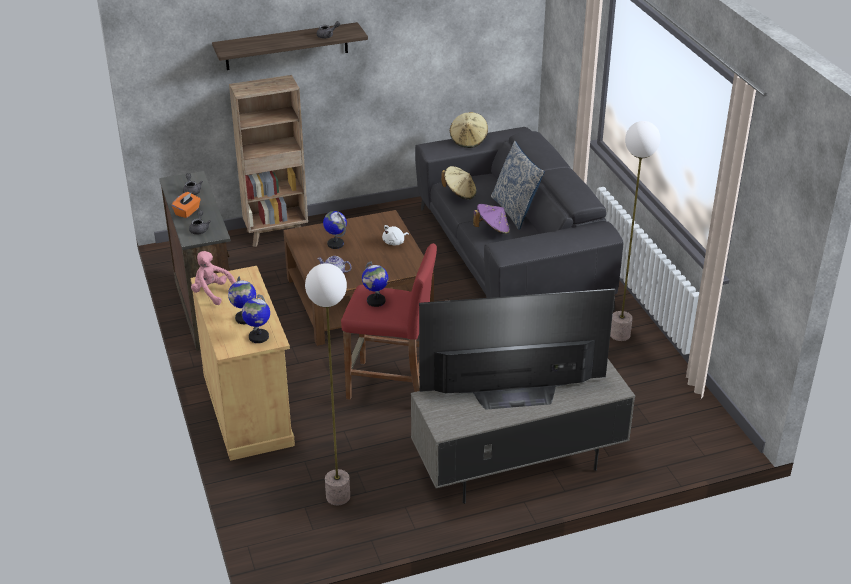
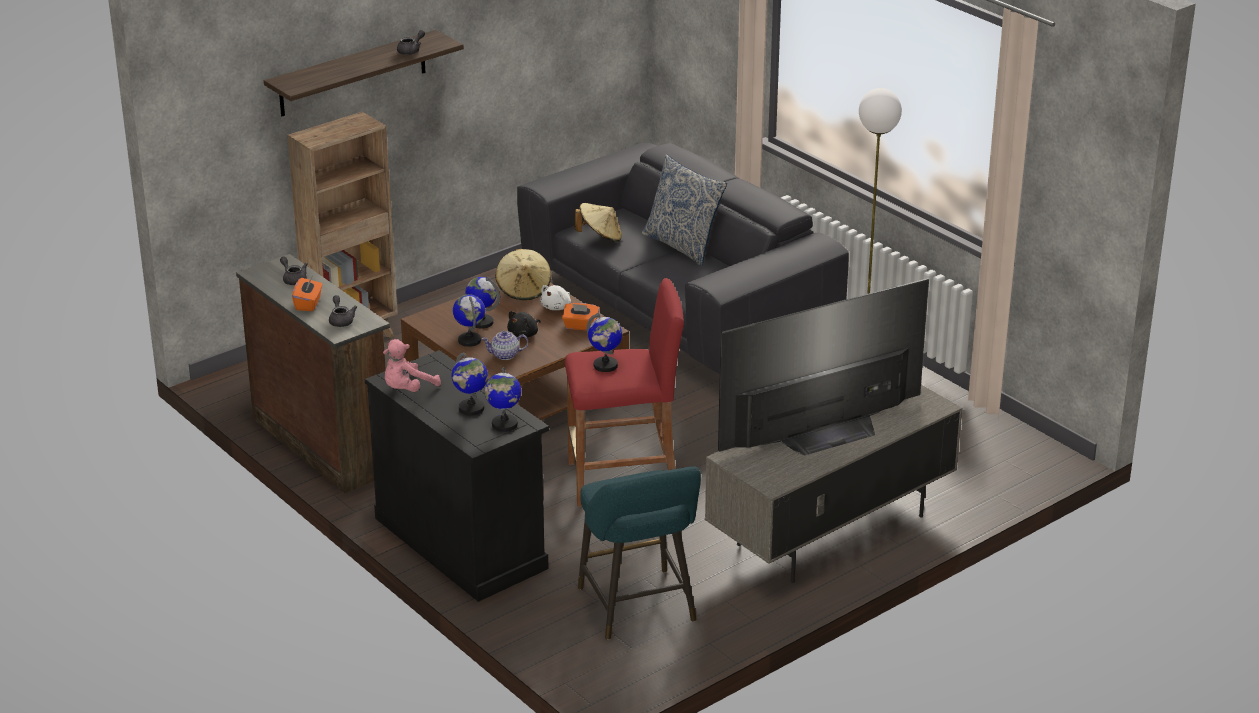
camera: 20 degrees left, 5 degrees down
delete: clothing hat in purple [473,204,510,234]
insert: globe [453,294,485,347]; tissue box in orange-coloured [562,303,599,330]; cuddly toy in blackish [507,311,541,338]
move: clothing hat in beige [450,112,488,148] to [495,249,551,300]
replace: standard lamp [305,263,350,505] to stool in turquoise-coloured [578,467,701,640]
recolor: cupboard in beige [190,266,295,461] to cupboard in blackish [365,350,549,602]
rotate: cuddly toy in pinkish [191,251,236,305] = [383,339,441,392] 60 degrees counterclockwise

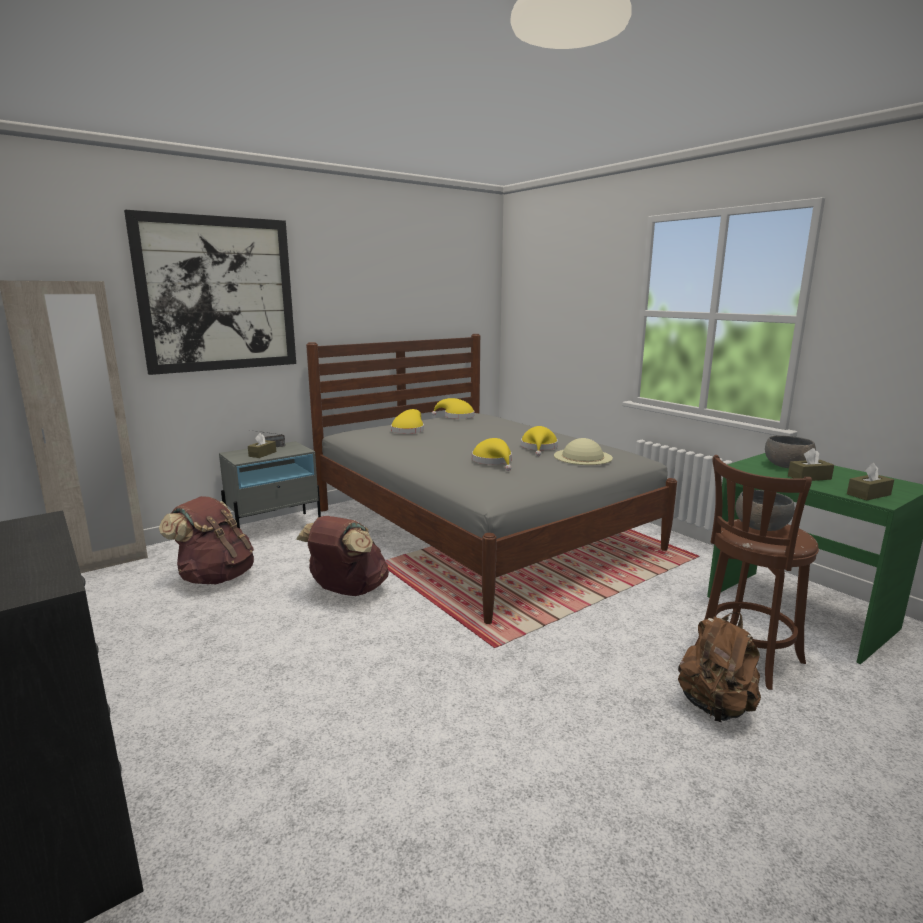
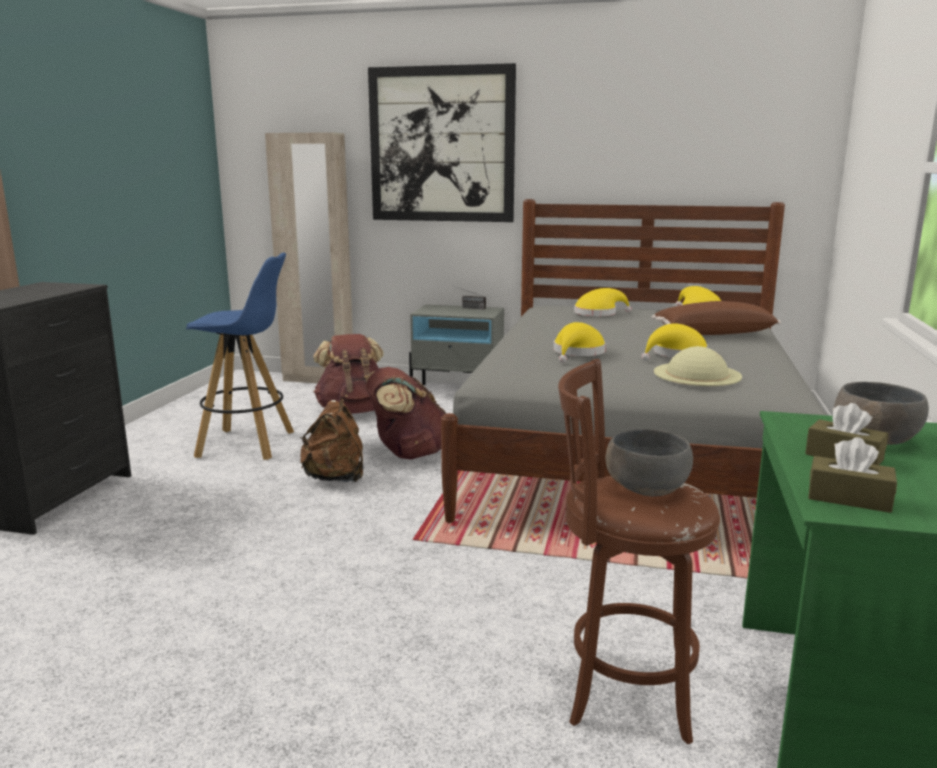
camera: 50 degrees right, 0 degrees up
delete: tissue box in brown-coloured [248,433,276,458]
insert: stool in blue-coloured [186,253,294,460]; pillow in brown-coloured [652,301,781,335]
move: knapsack in brown-coloured [678,612,761,722] to [300,398,364,482]

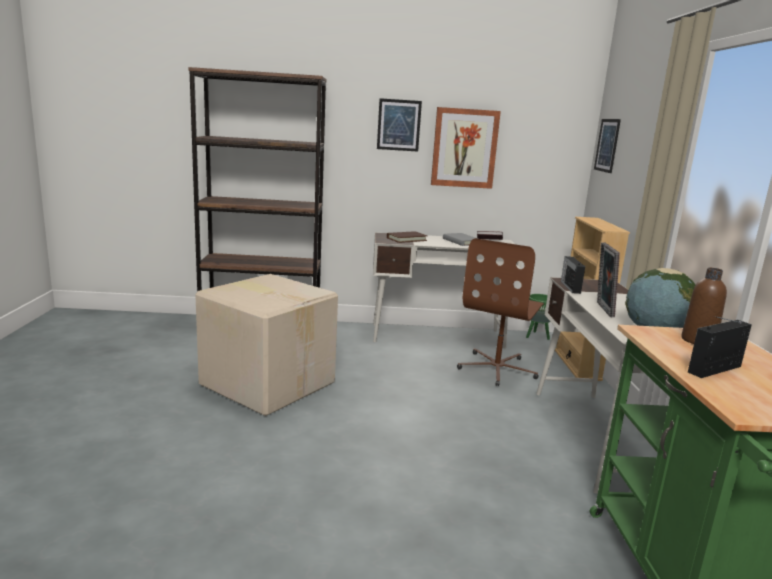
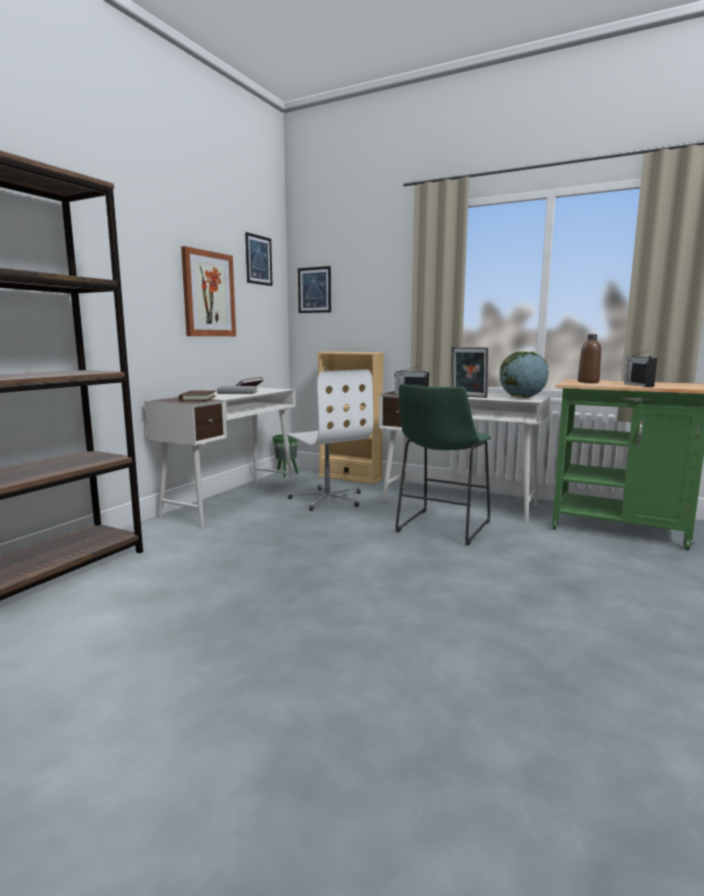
camera: 60 degrees left, 5 degrees down
delete: carton [195,274,338,416]
insert: stool in green-coloured [395,384,491,546]
move: wall picture [377,98,422,152] to [245,232,273,286]
recolor: desk chair in brown-coloured [457,238,544,386] to desk chair in white [285,369,373,511]

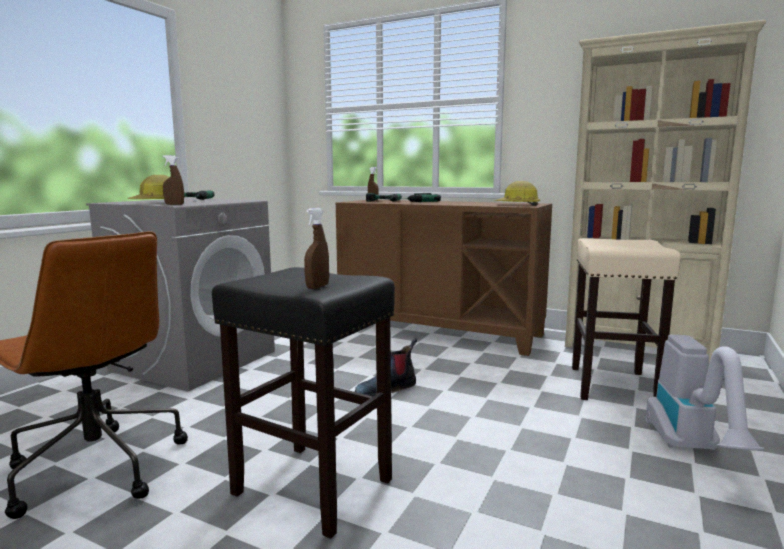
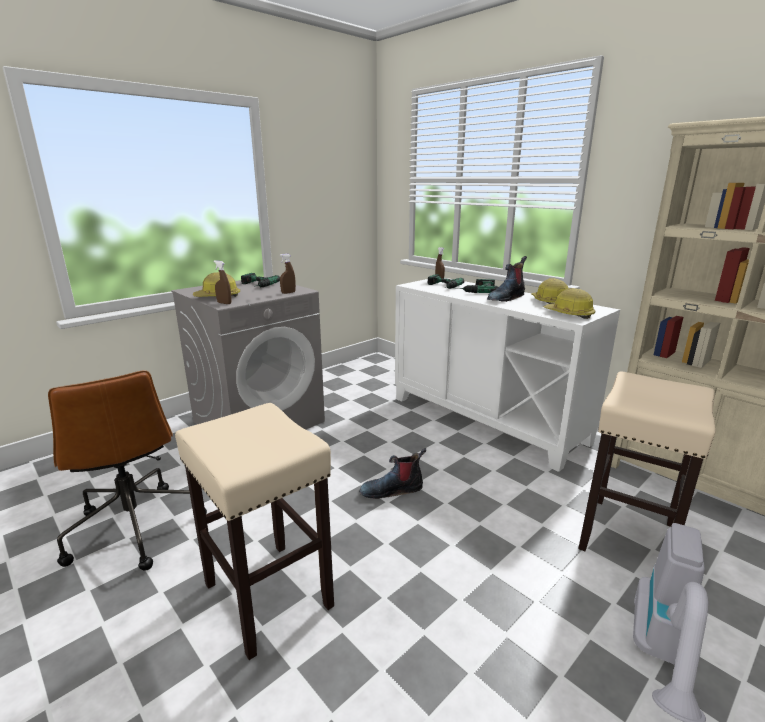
camera: 20 degrees right, 10 degrees up
insert: high-top boot [487,256,527,302]; safety helmet [532,278,569,304]
move: hand sprayer in brown-coloured [304,208,329,289] to [280,254,296,294]
recolor: cupboard in brown-coloured [336,200,552,356] to cupboard in white [395,278,620,472]; stool in blackish [212,267,395,539] to stool in beige [175,403,334,660]

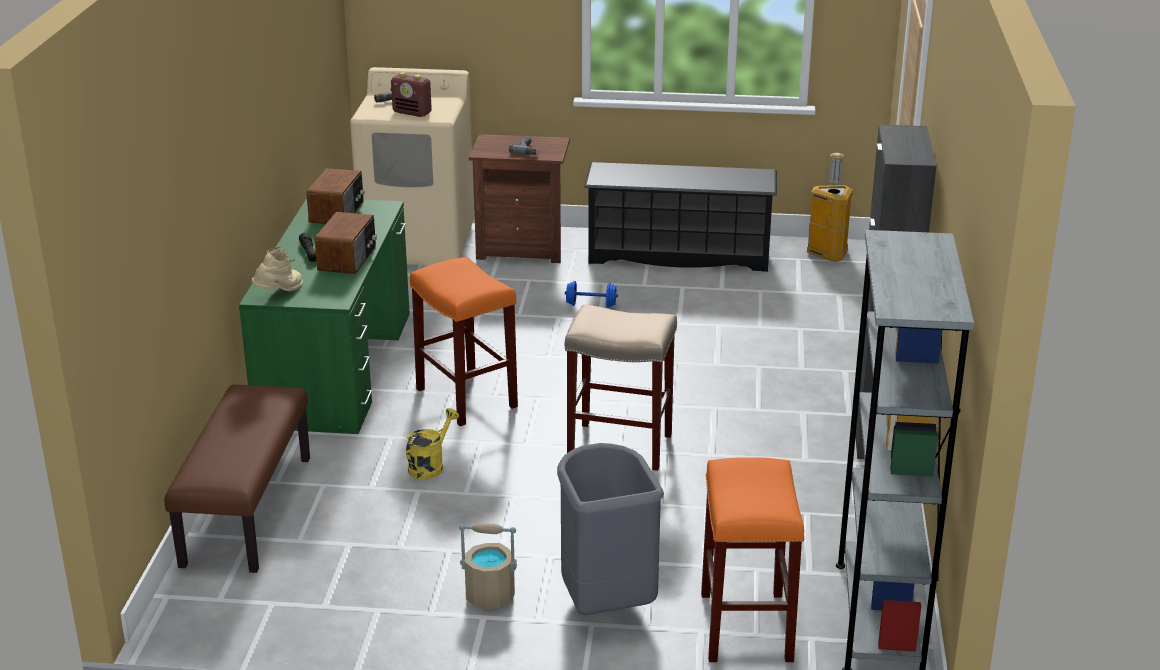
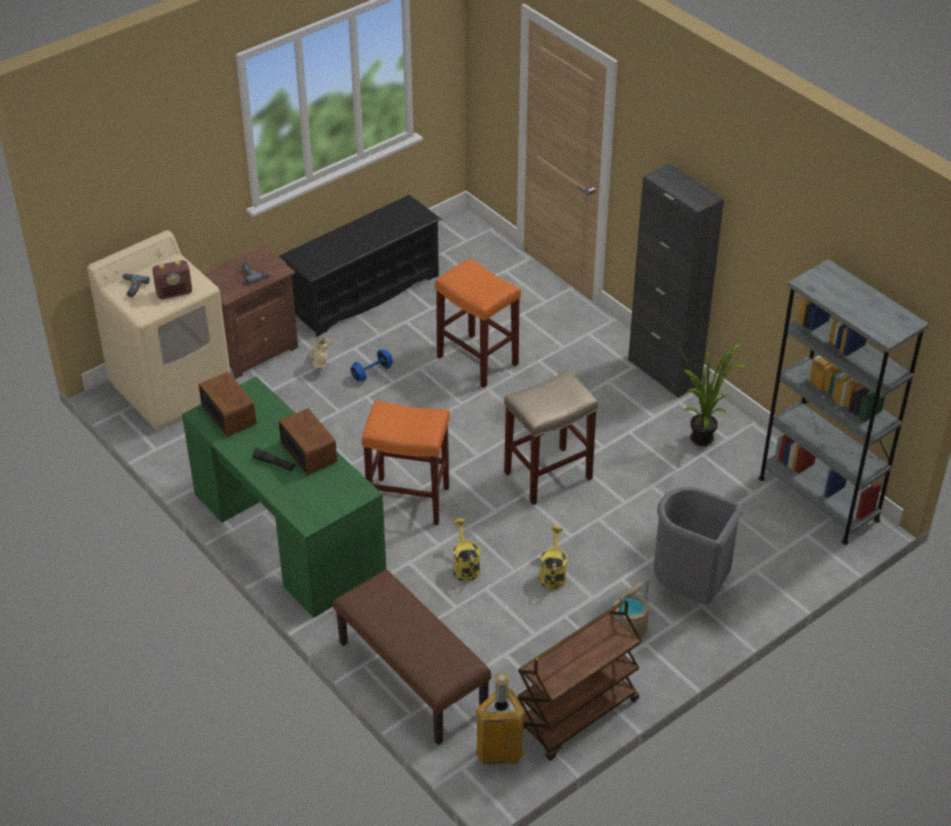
camera: 45 degrees left, 15 degrees up
insert: potted plant [675,343,747,446]; watering pot in yellow-coloured [539,526,568,590]; trolley in brown-coloured [517,600,642,761]
move: waste bin [807,153,853,262] to [476,672,525,765]; high-top boot in beige [251,247,303,291] to [309,336,333,368]; stool in orange-coloured [701,457,805,662] to [435,258,521,388]

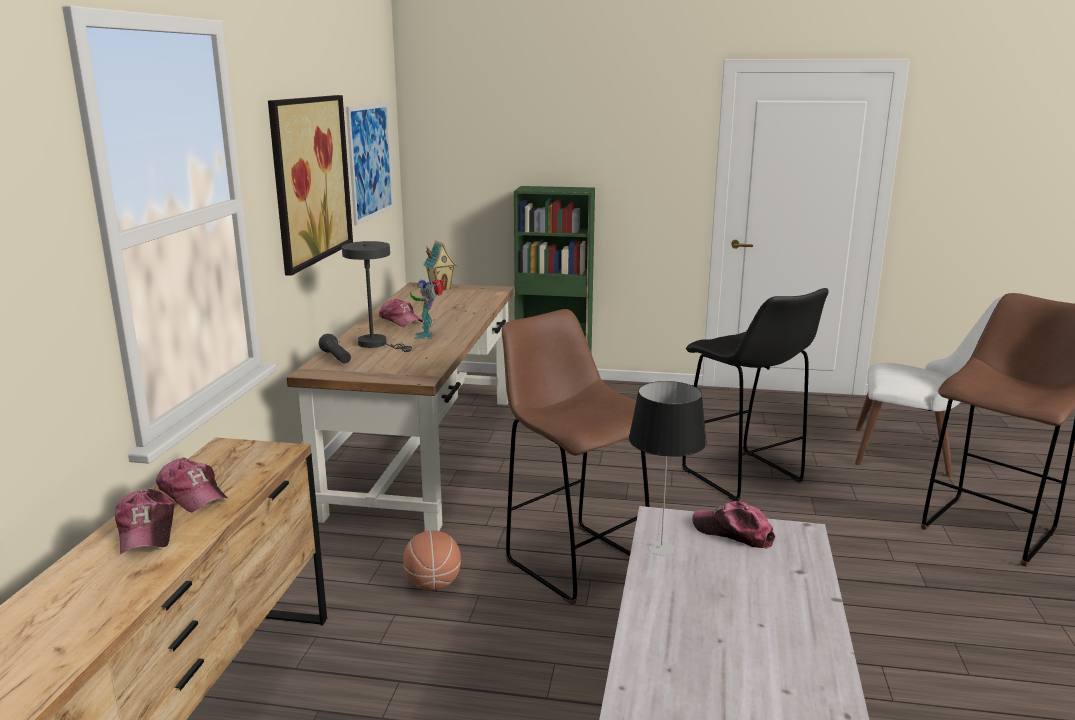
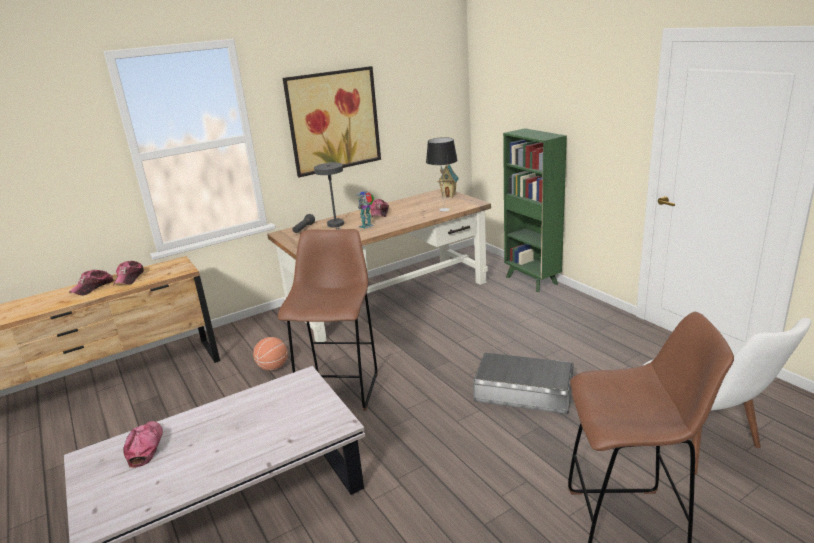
camera: 50 degrees right, 5 degrees up
delete: wall picture [346,102,393,225]
move: table lamp [629,381,707,555] to [426,137,458,212]; peaked cap [693,501,775,549] to [123,421,163,468]
replace: stool in blackish [682,288,828,501] to storage container in grey [473,353,574,414]

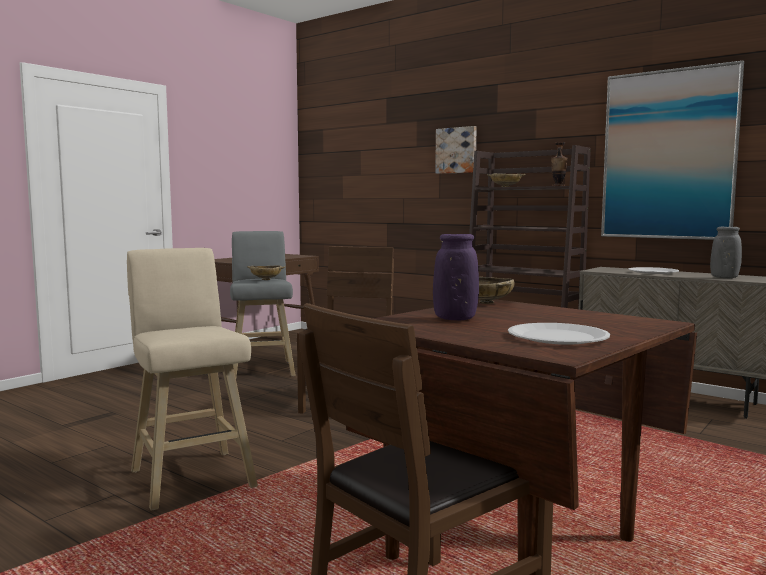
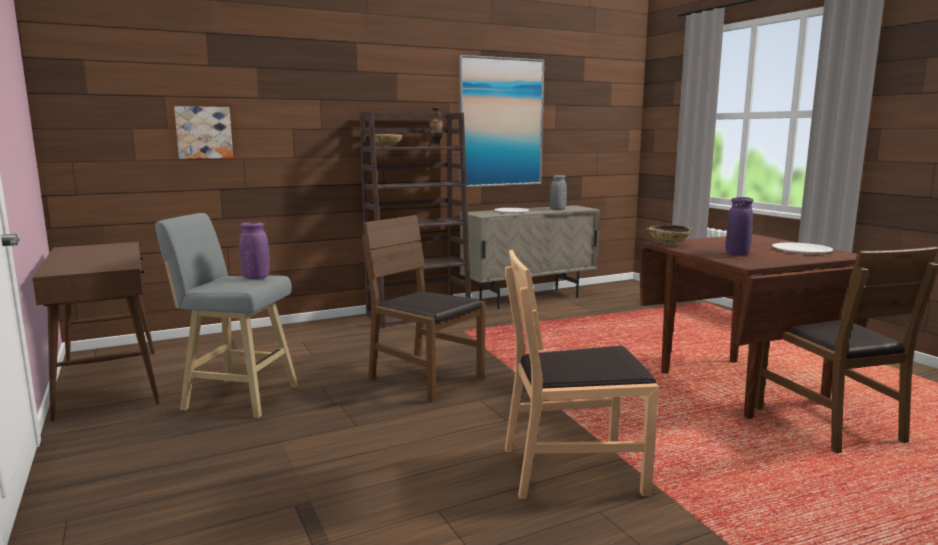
camera: 65 degrees left, 5 degrees up
move: wall picture [435,126,477,174] to [174,106,233,159]
replace: stool in beige [127,248,258,511] to plain chair in brown-coloured [505,249,659,499]; bowl in beige [247,266,285,280] to vase in purple [239,222,270,279]

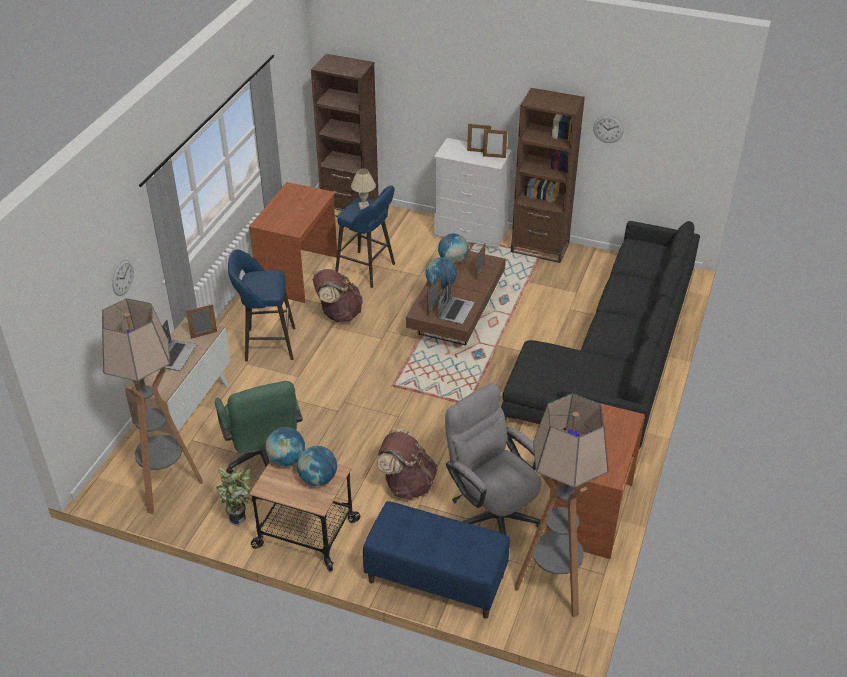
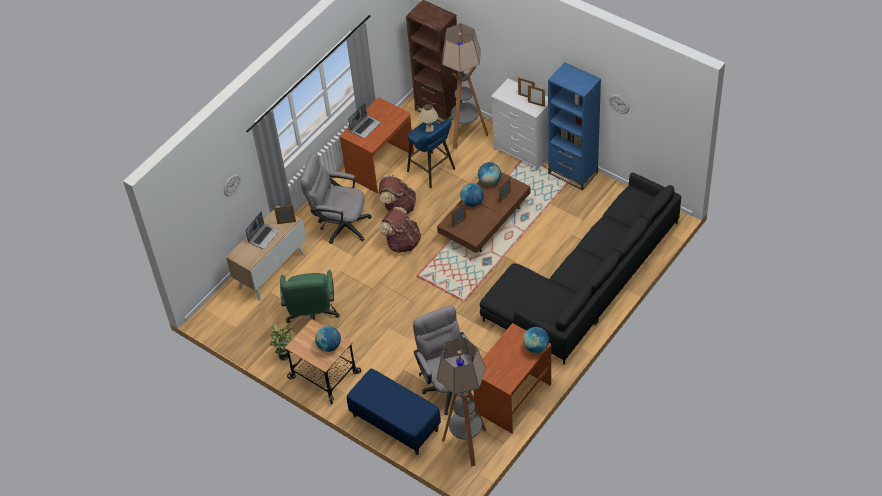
camera: 20 degrees right, 10 degrees up
move: laptop [438,278,475,324] to [348,103,381,139]; standard lamp [102,298,203,514] to [442,23,488,149]; globe [265,427,305,466] to [523,327,549,353]; knapsack in brown-coloured [377,429,438,500] to [379,207,421,253]
replace: stool in blue-coloured [228,249,295,362] to desk chair in grey [300,153,372,244]
recolor: bookcase in brown-coloured [511,88,585,263] to bookcase in blue-coloured [548,62,601,190]

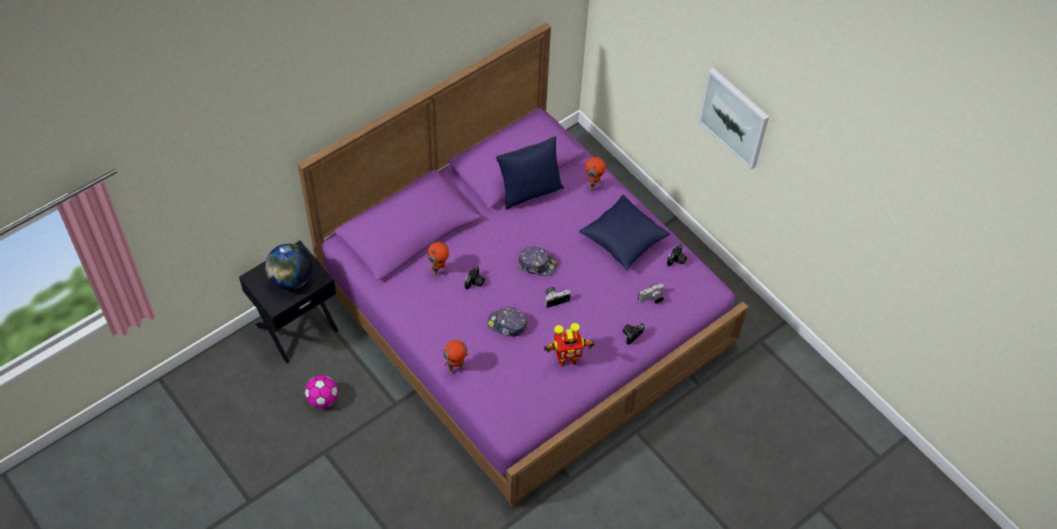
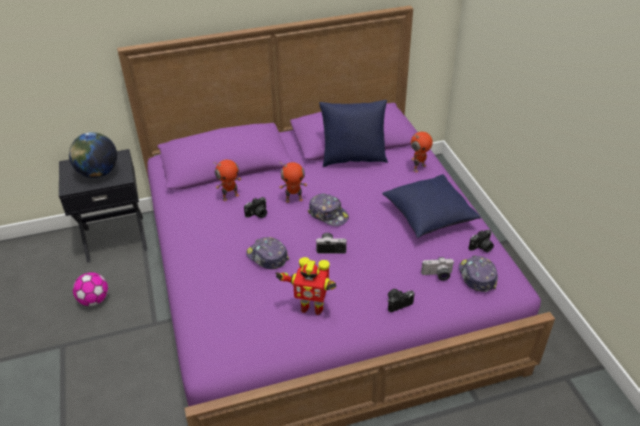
camera: 25 degrees right, 15 degrees down
delete: wall picture [698,68,769,170]
insert: peaked cap [459,255,498,292]
move: robot figure [443,340,468,374] to [279,162,307,203]

